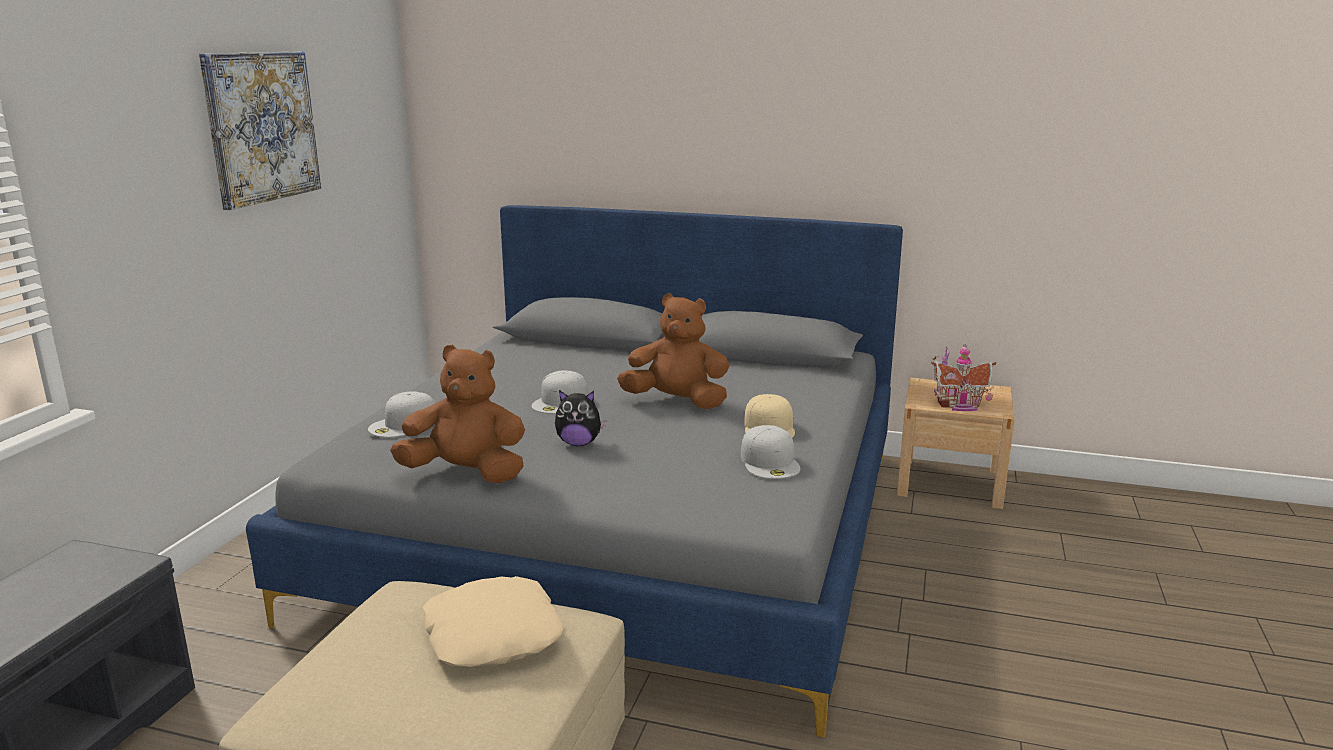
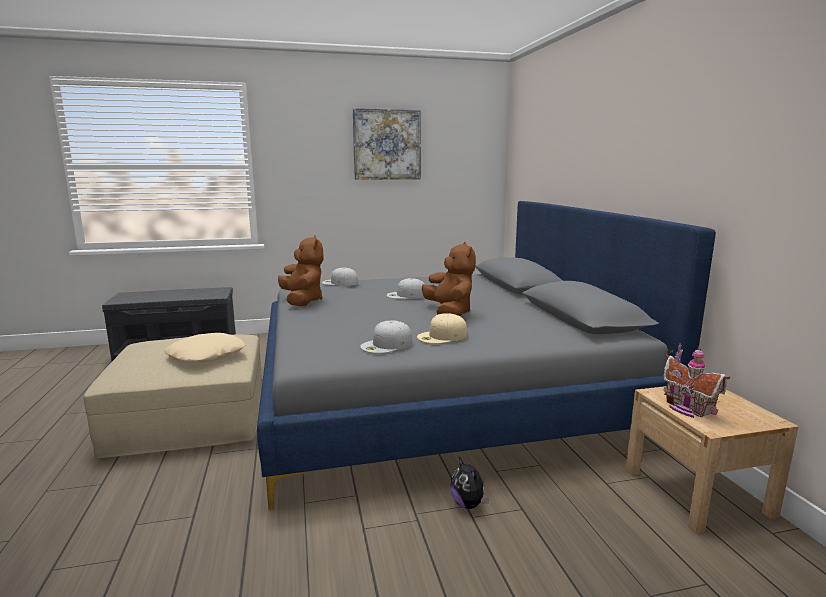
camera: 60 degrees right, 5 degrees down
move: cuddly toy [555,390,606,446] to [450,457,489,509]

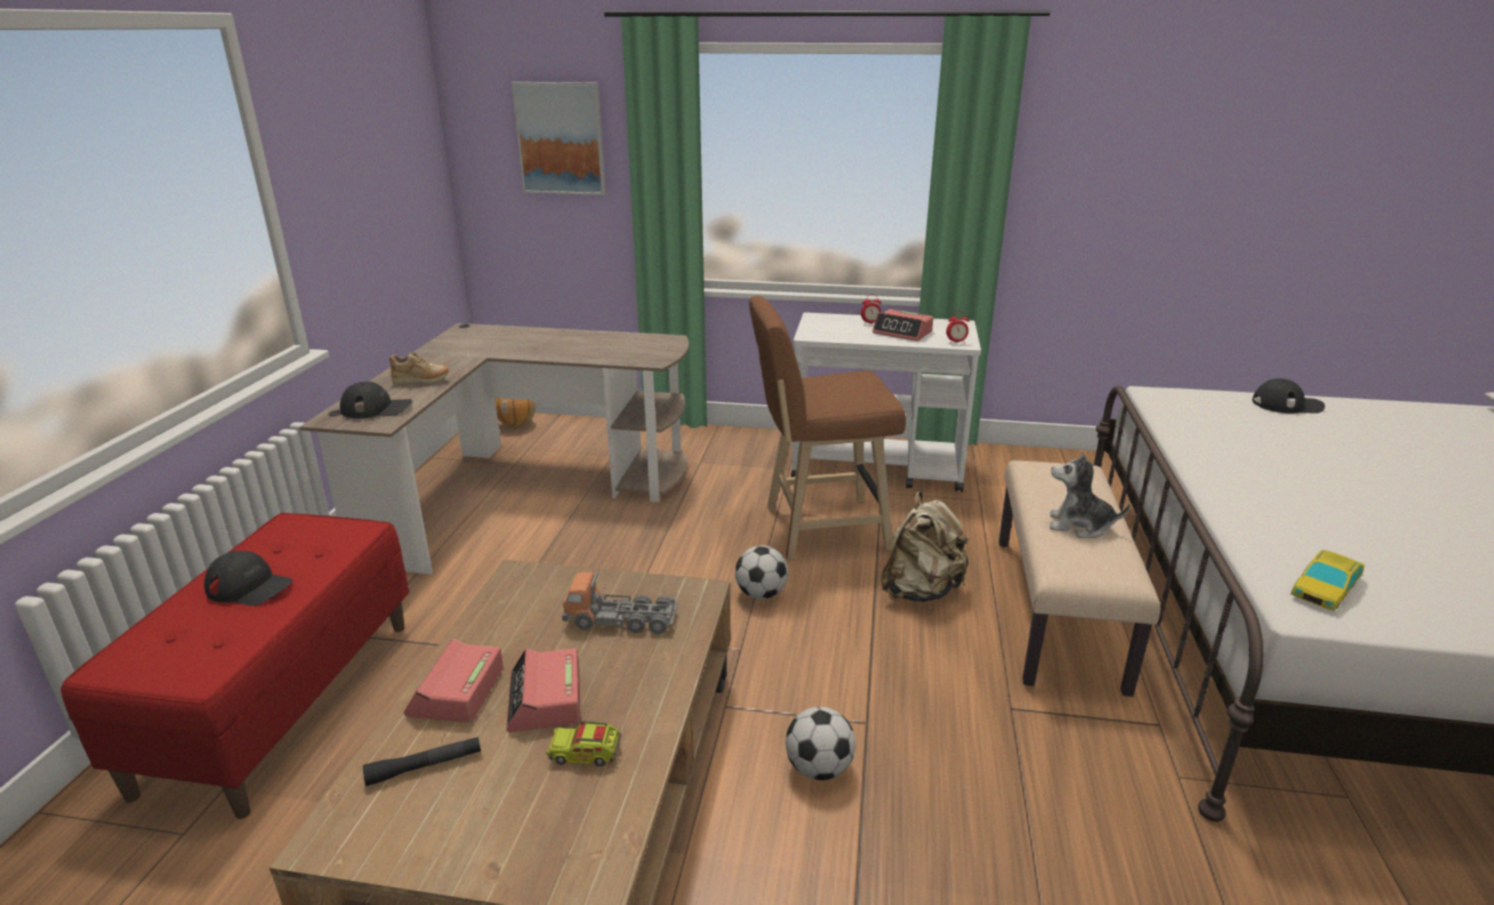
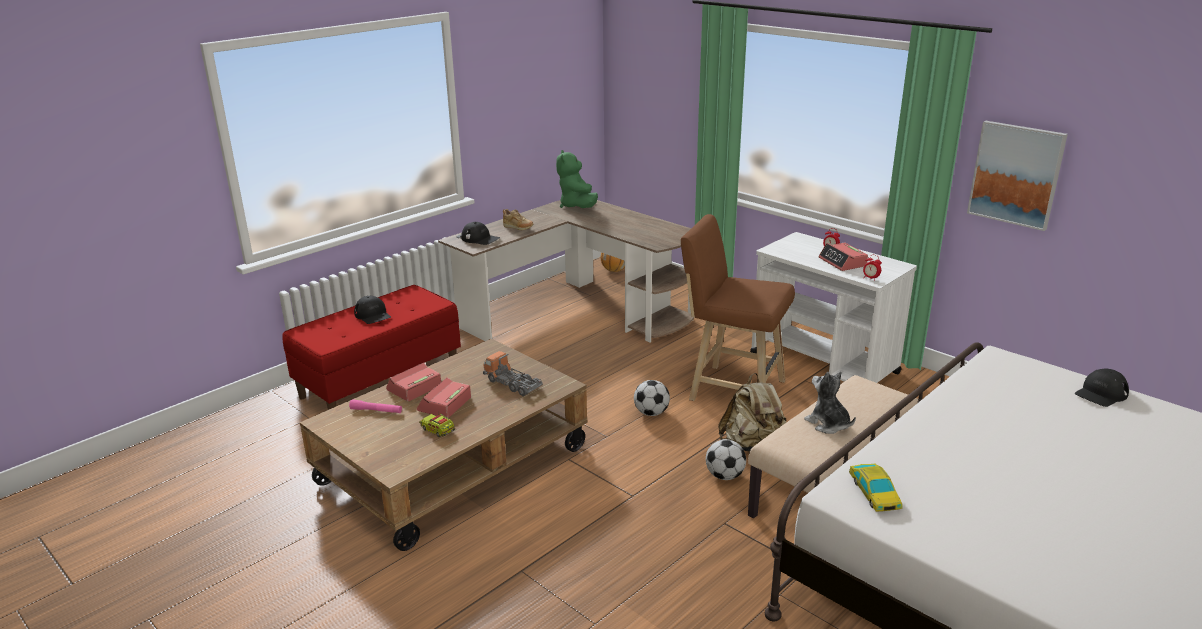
camera: 35 degrees right, 0 degrees up
insert: cuddly toy in green-coloured [556,150,598,208]
move: wall picture [512,82,606,195] to [967,121,1068,231]; football ball [786,707,856,780] to [706,439,746,480]
recolor: flashlight in blackish [363,737,481,786] to flashlight in pinkish [349,399,402,413]
rotate: peaked cap in blackish [1252,379,1325,413] = [1075,368,1129,407] 105 degrees clockwise; miniature car [1291,550,1365,611] = [849,464,902,512] 90 degrees counterclockwise

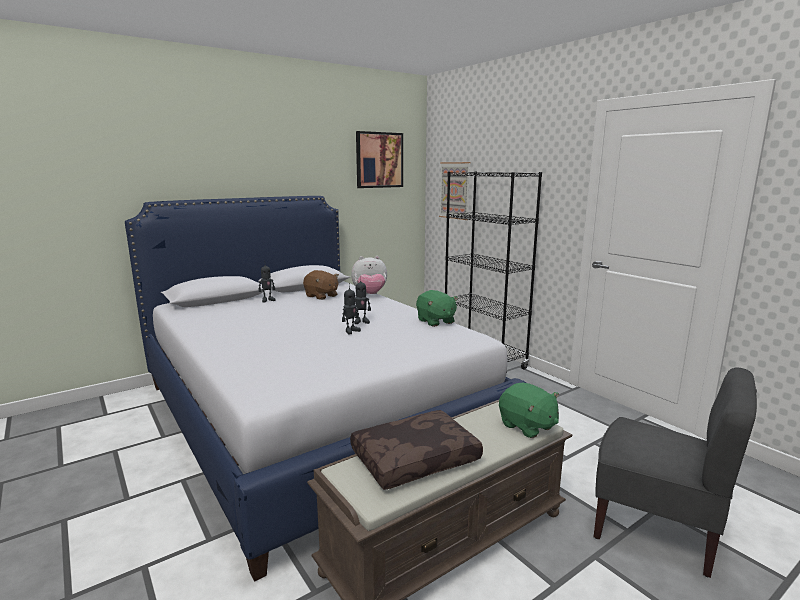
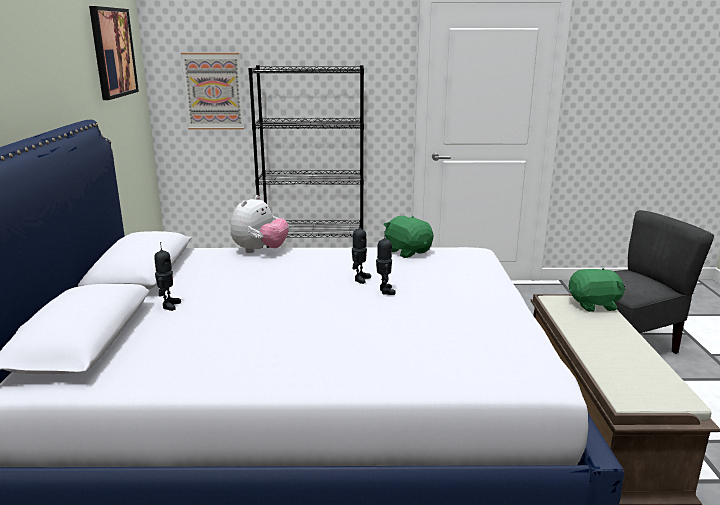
camera: 55 degrees left, 5 degrees up
delete: cuddly toy in brown-coloured [303,270,339,300]; pillow in brown-coloured [350,410,483,490]
rotate: cuddly toy in green-coloured [416,290,458,327] = [384,216,433,258] 135 degrees counterclockwise

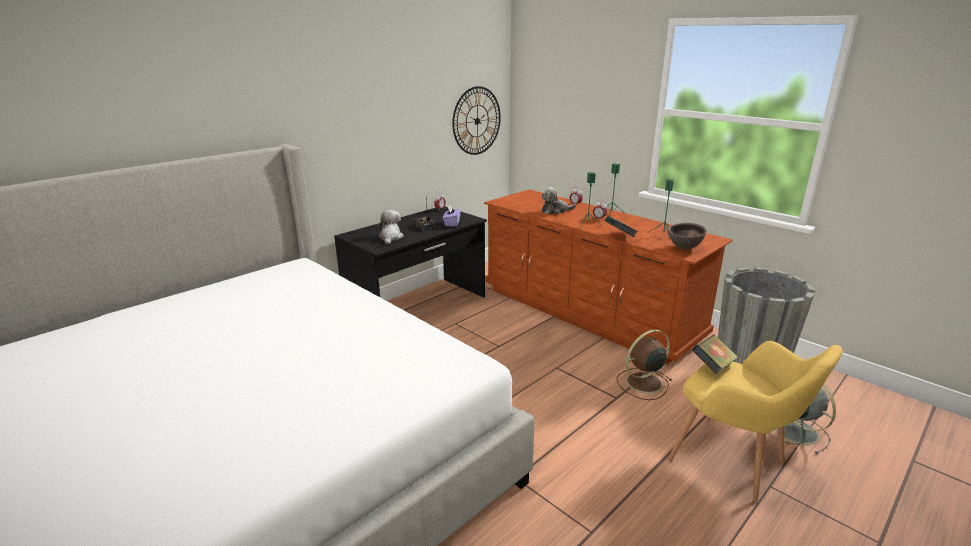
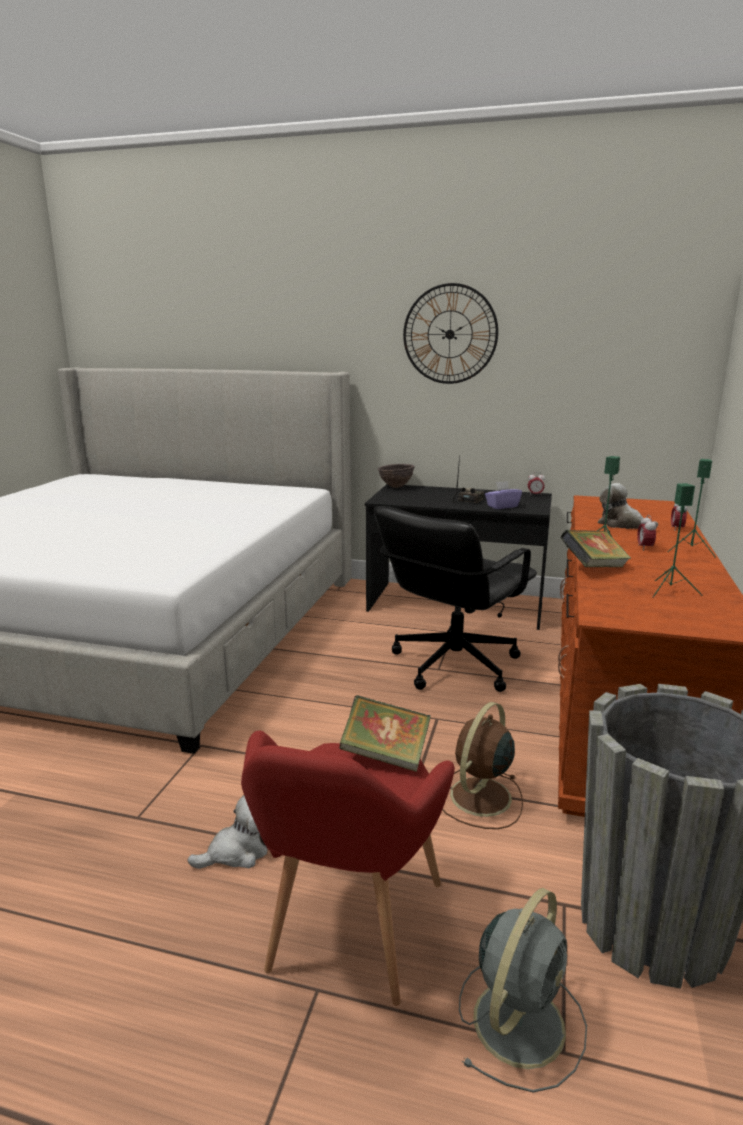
camera: 60 degrees right, 5 degrees down
insert: desk chair in blackish [374,506,537,692]
move: clock on the wall [452,86,501,155] to [403,283,498,384]; cuddly toy [377,210,404,244] to [187,795,268,869]; bowl in brown-coloured [668,223,707,250] to [378,464,415,488]
recolor: easy chair in yellow-coloured [668,341,843,502] to easy chair in red [241,731,455,1006]
rotate: electric fan in brown-coloured [617,330,673,400] = [442,702,523,829] 90 degrees counterclockwise

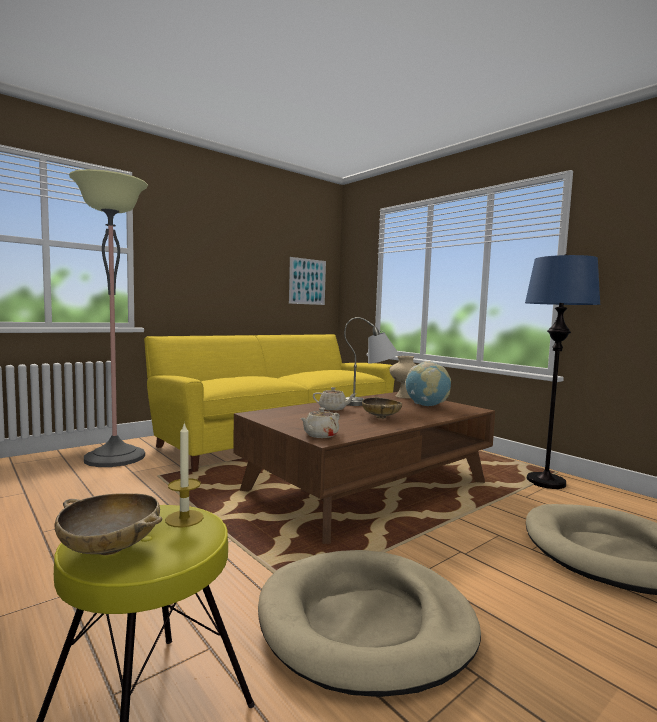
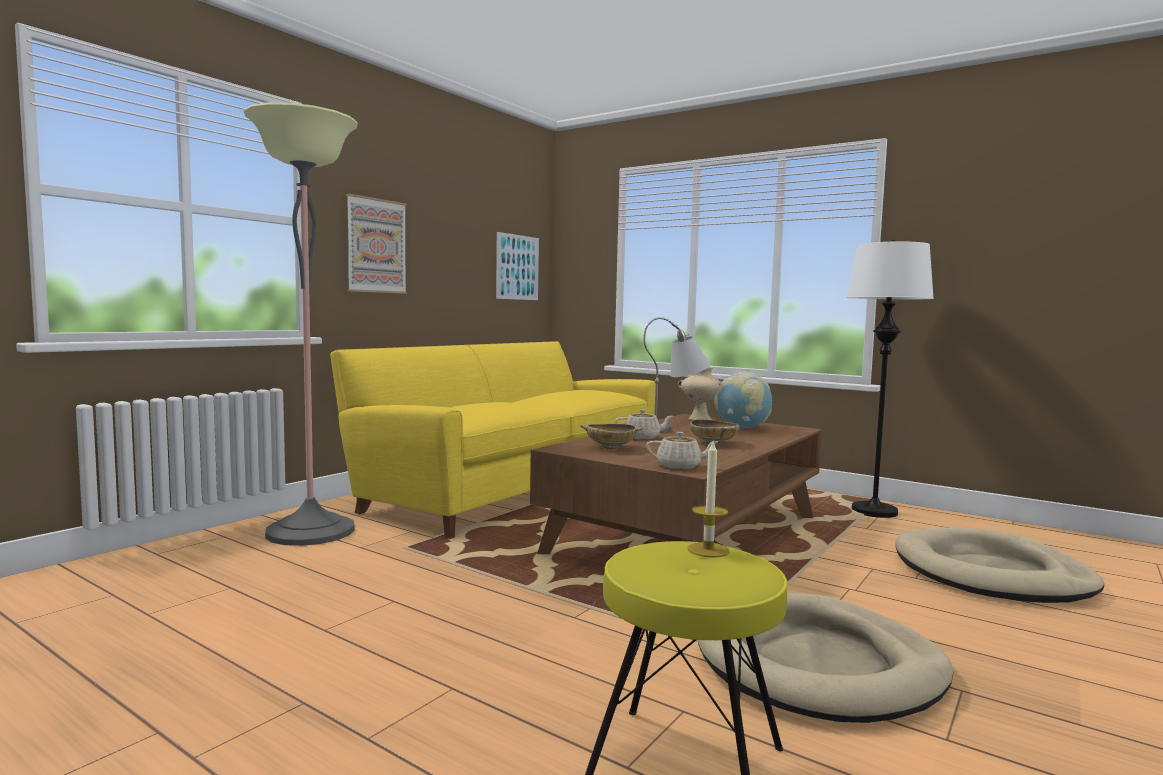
camera: 15 degrees left, 0 degrees up
insert: wall picture [346,194,407,294]
move: bowl in beige [54,493,162,555] to [580,424,643,449]
recolor: standard lamp in blue-coloured [525,254,601,489] to standard lamp in white [846,240,934,518]
rotate: pot for tea in beige [300,408,340,438] = [646,432,719,469] 105 degrees counterclockwise

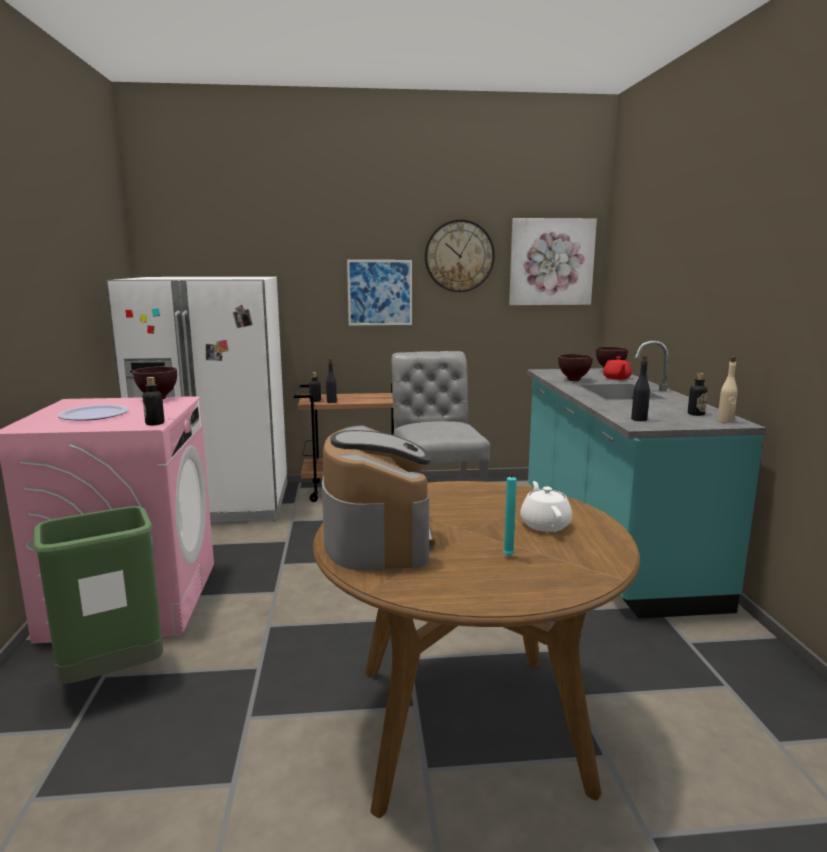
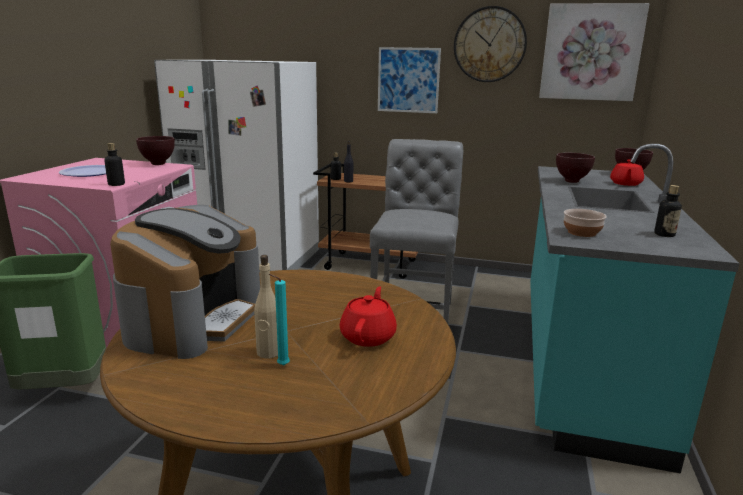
camera: 20 degrees right, 5 degrees up
move: bottle in beige [717,356,737,423] to [254,255,278,359]
replace: bottle in blackish [631,355,650,421] to bowl [564,209,607,237]
recolor: pot for tea in white [520,481,572,532] to pot for tea in red [340,286,397,347]

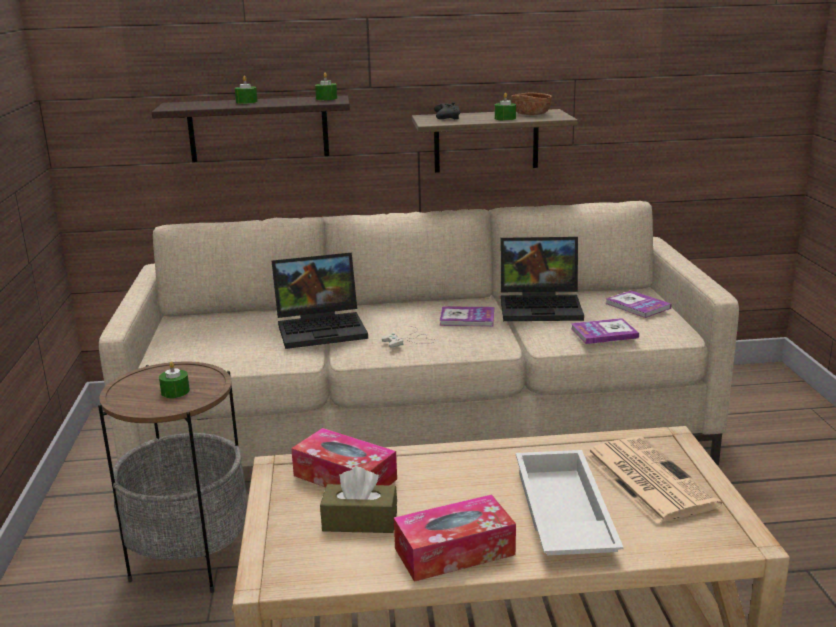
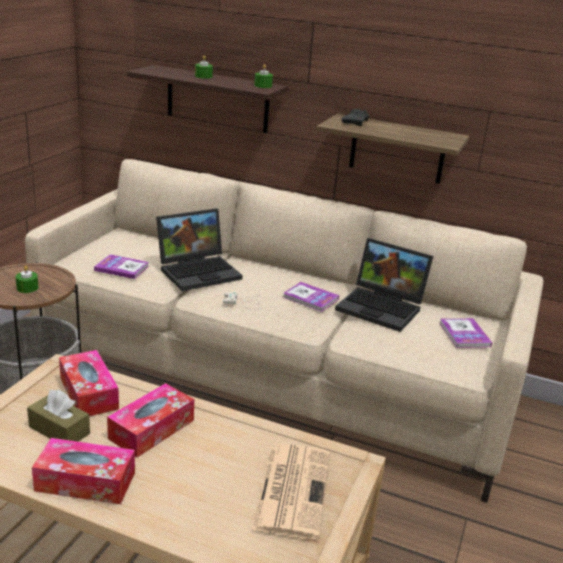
camera: 25 degrees right, 5 degrees up
delete: bowl in brown-coloured [511,92,552,115]; wax light in green-coloured [495,93,516,120]; serving tray in white [516,450,624,555]
insert: tissue box [107,383,194,458]
move: bound book [571,318,639,344] to [94,254,149,279]
rotate: laptop [272,253,368,349] = [156,208,243,291] 45 degrees counterclockwise

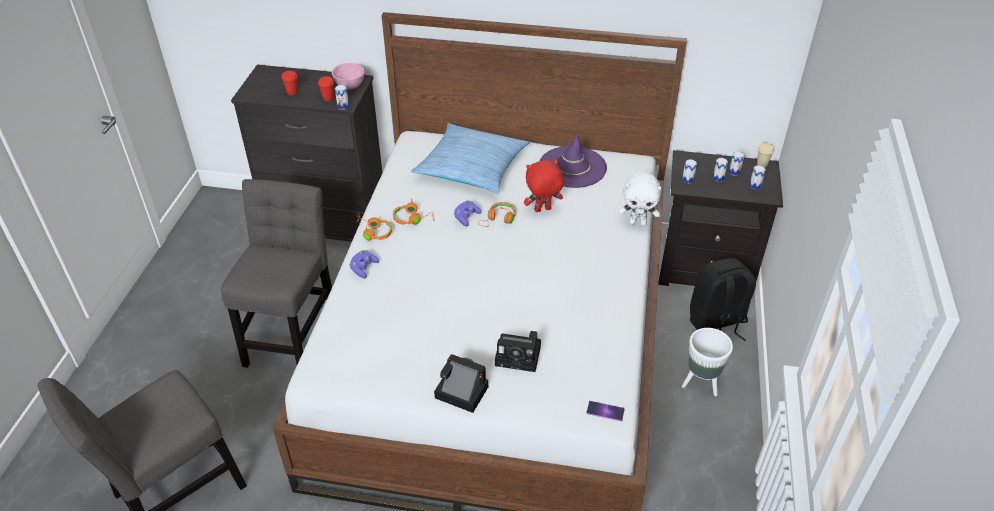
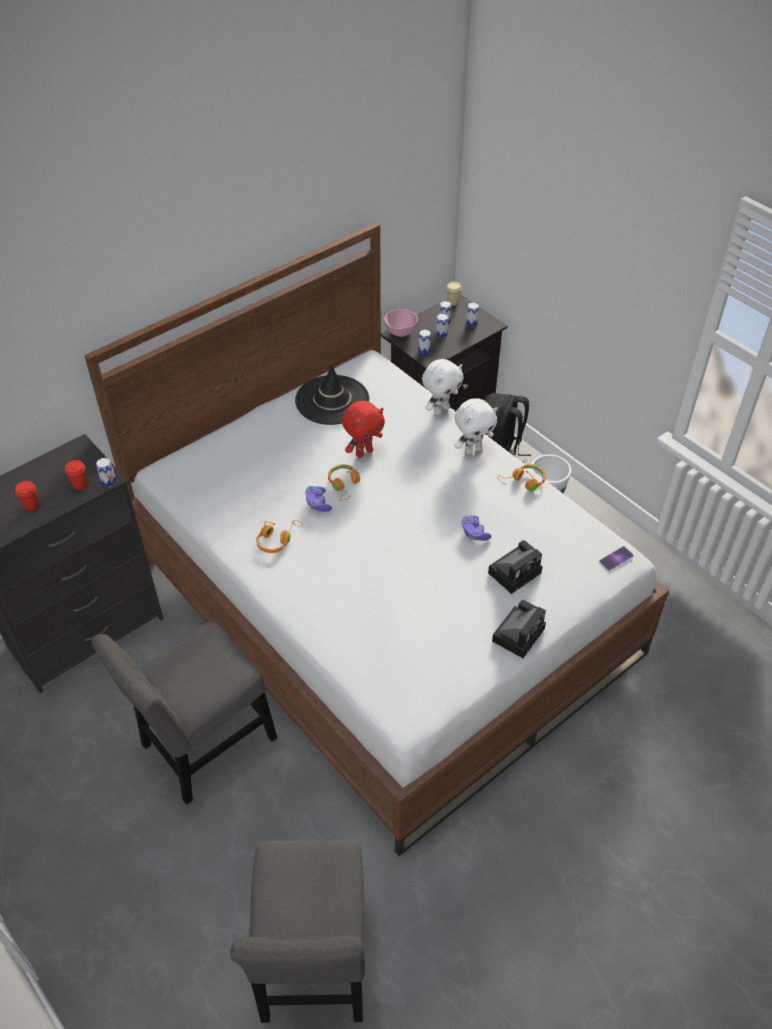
camera: 50 degrees left, 5 degrees up
delete: pillow [411,123,530,194]
insert: cuddly toy in white [454,398,497,455]
move: bowl in pinkish [332,63,365,90] to [384,309,418,337]; headset in orange-coloured [355,214,392,240] to [498,464,546,491]; game controller in purple [350,250,379,278] to [461,515,492,541]
recolor: clothing hat in purple [540,133,607,188] to clothing hat in blackish [295,364,369,425]
rotate: cuddly toy in red [524,160,564,212] = [342,401,385,458] 150 degrees counterclockwise; plain chair in grey [221,179,332,368] = [91,621,277,805] 90 degrees counterclockwise; photo camera [434,354,488,413] = [492,600,546,658] 150 degrees clockwise

